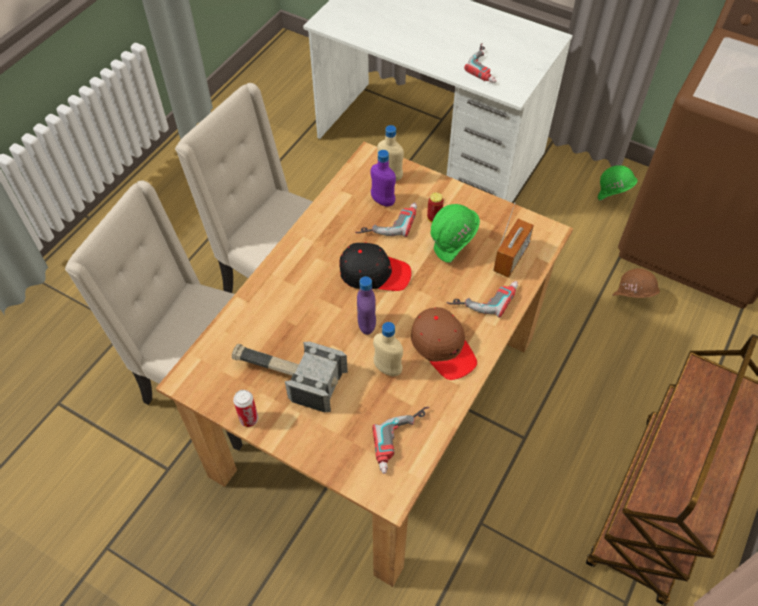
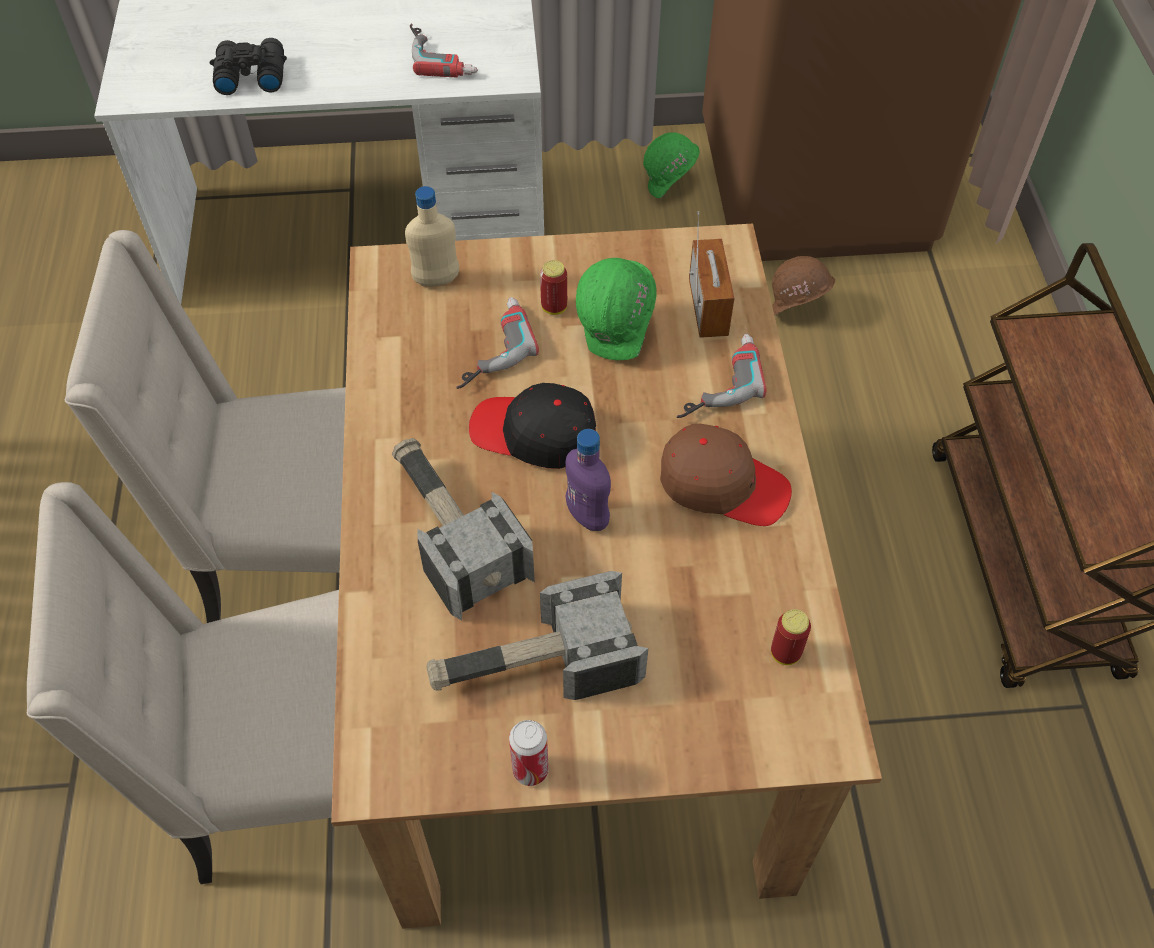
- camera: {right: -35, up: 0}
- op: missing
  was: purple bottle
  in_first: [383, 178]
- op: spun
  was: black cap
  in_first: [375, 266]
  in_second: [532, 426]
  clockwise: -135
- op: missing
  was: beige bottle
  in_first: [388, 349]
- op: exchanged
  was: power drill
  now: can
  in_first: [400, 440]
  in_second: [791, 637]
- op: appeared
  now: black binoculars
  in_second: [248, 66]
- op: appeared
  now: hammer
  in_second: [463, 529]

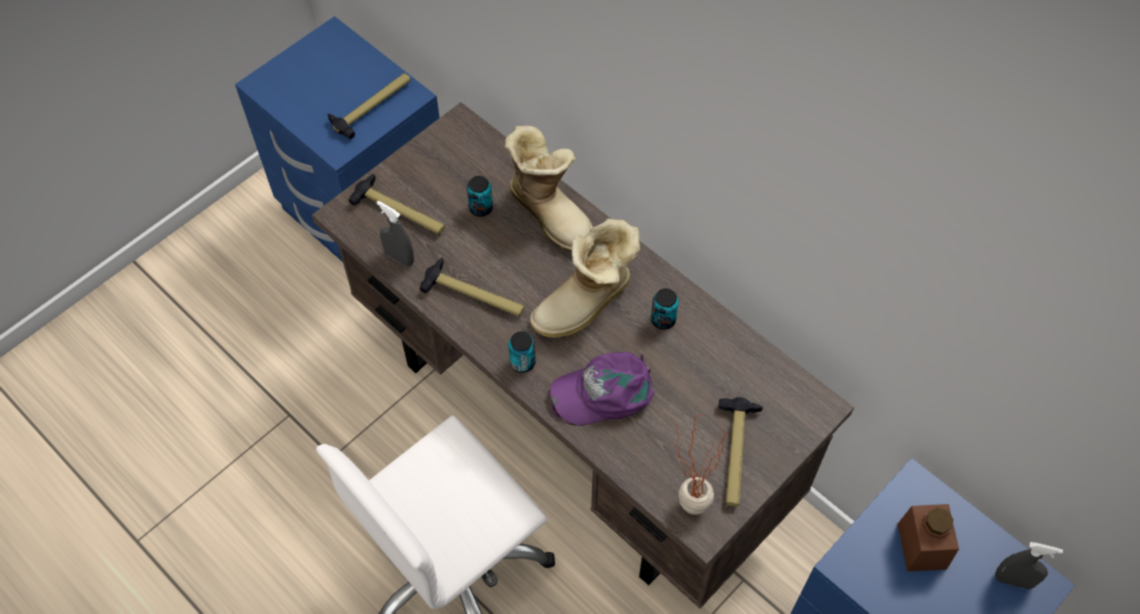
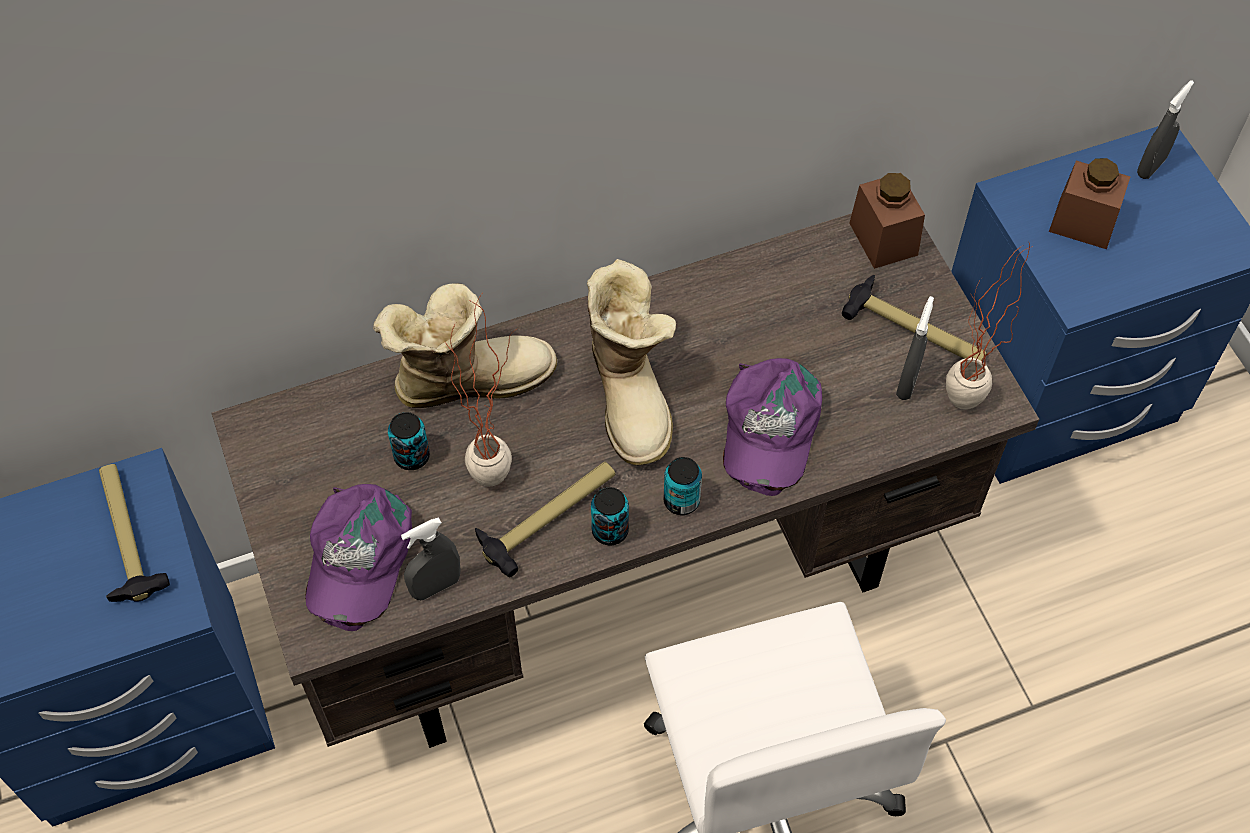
- camera: {right: -65, up: 0}
- op: exchanged
  was: hammer
  now: purple cap
  in_first: [397, 204]
  in_second: [358, 557]
- op: relocated
  was: can
  in_first: [665, 309]
  in_second: [610, 516]
- op: appeared
  now: brown jar
  in_second: [887, 221]
- op: appeared
  now: potted plant
  in_second: [481, 390]
- op: appeared
  now: grey spray bottle
  in_second: [915, 348]

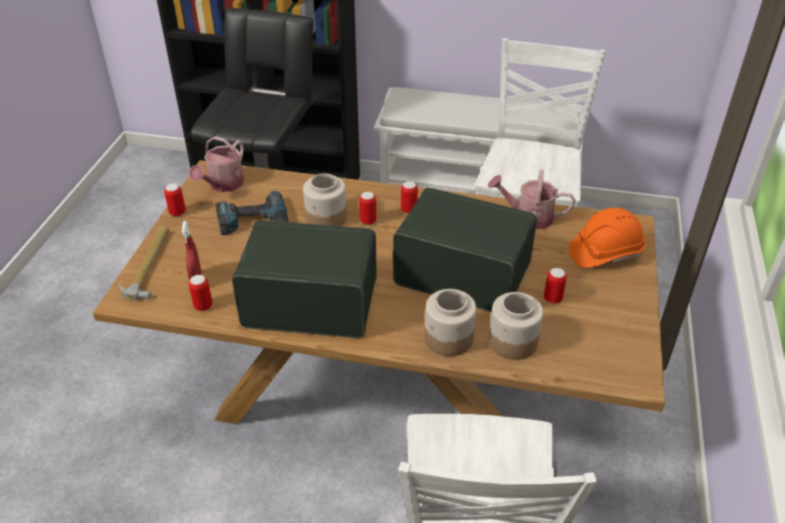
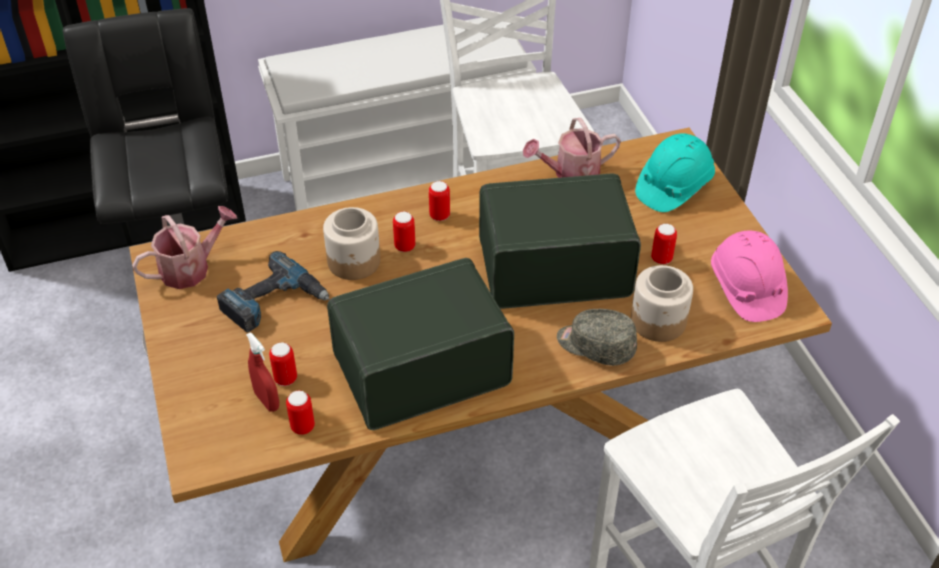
- camera: {right: -30, up: 5}
- op: spun
  was: watering can
  in_first: [216, 164]
  in_second: [184, 247]
  clockwise: -120
- op: relocated
  was: can
  in_first: [175, 200]
  in_second: [283, 364]
- op: colour
  was: orange hard hat
  now: turquoise hard hat
  in_first: [607, 238]
  in_second: [675, 172]
- op: missing
  was: hammer
  in_first: [143, 263]
- op: exchanged
  was: jar
  now: grey cap
  in_first: [450, 322]
  in_second: [597, 337]
- op: appeared
  now: pink hard hat
  in_second: [749, 276]

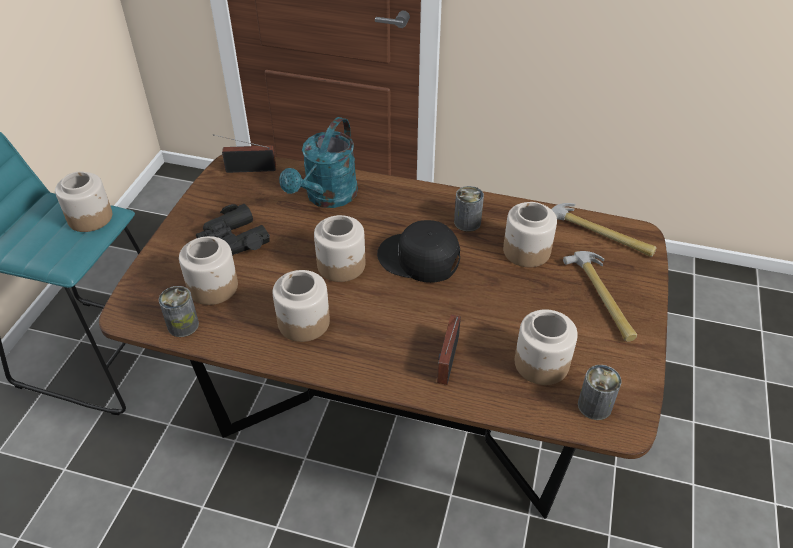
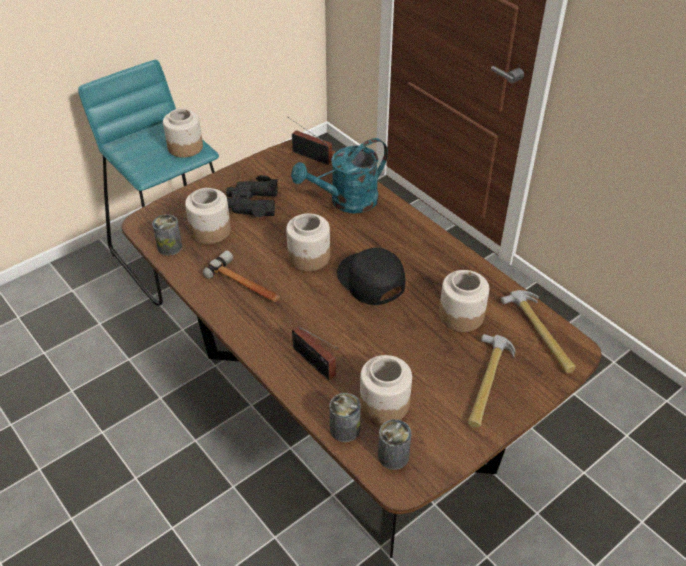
- camera: {right: 35, up: 0}
- op: relocated
  was: can
  in_first: [469, 209]
  in_second: [345, 417]
- op: exchanged
  was: jar
  now: hammer
  in_first: [301, 306]
  in_second: [241, 276]
- op: spun
  was: radio
  in_first: [449, 350]
  in_second: [315, 353]
  clockwise: -90

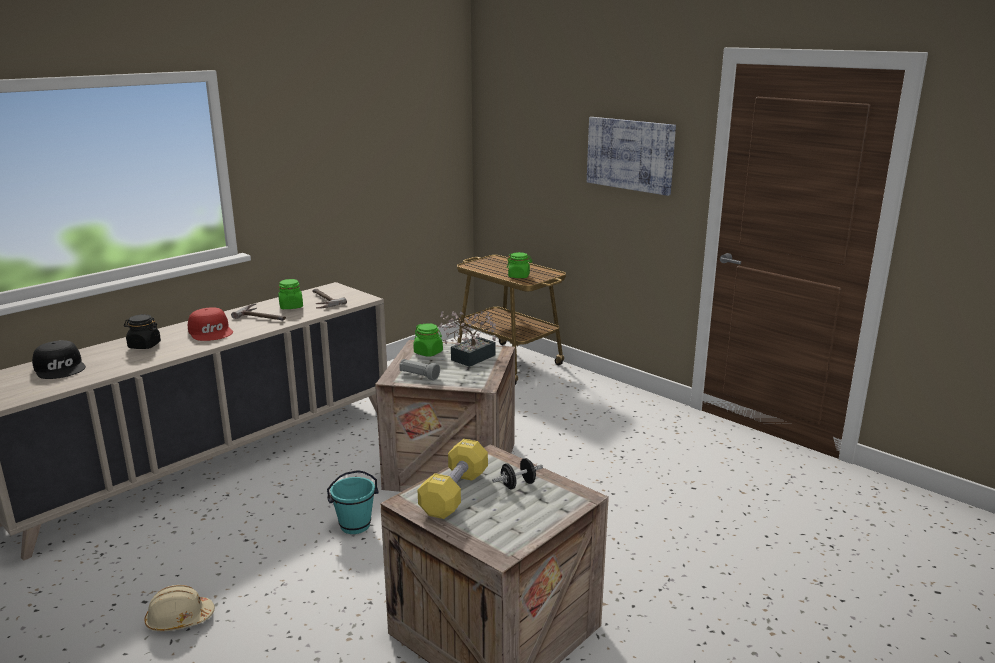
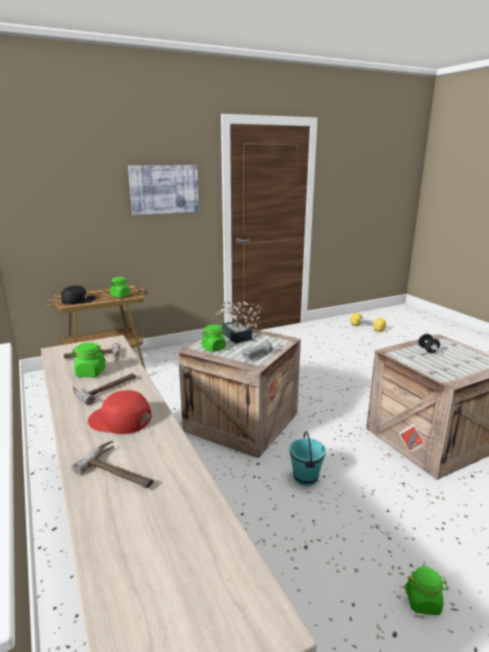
- camera: {right: -70, up: 0}
- op: spun
  was: red cap
  in_first: [210, 324]
  in_second: [120, 412]
  clockwise: -150
- op: exchanged
  was: black jar
  now: hammer
  in_first: [142, 331]
  in_second: [112, 464]
- op: relocated
  was: black cap
  in_first: [59, 359]
  in_second: [78, 295]
- op: relocated
  was: yellow dumbbell
  in_first: [453, 479]
  in_second: [368, 322]
- op: exchanged
  was: beige hard hat
  now: green jar
  in_first: [180, 608]
  in_second: [427, 590]

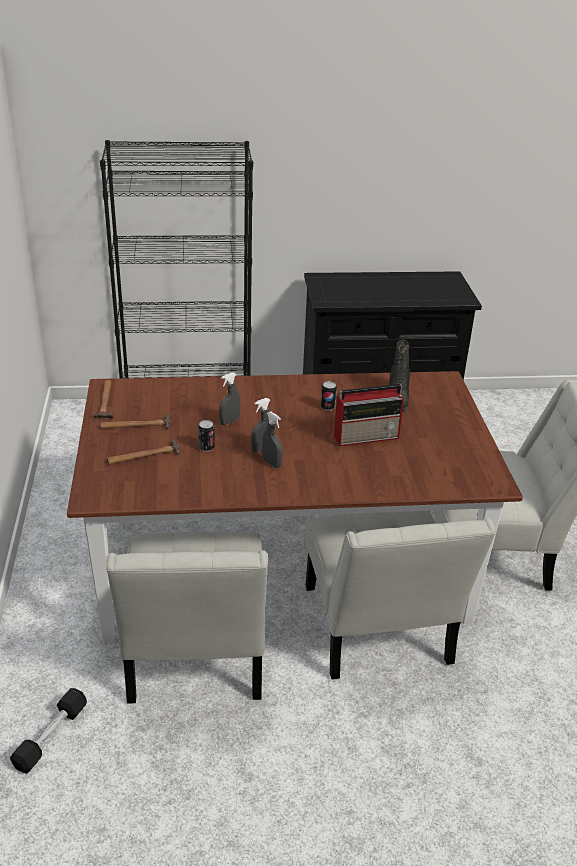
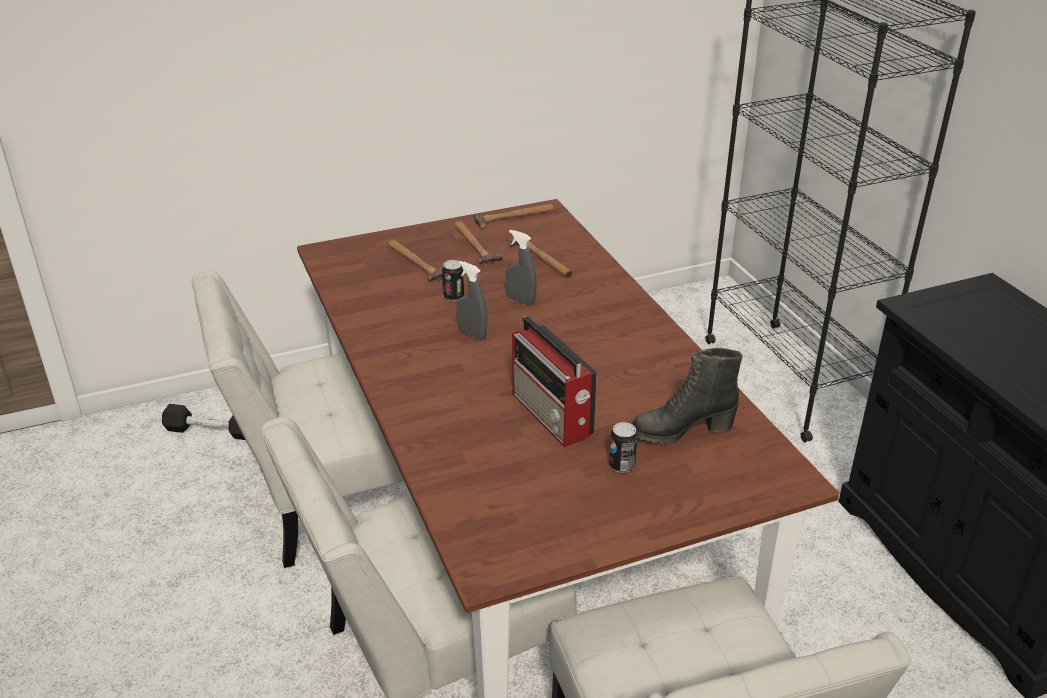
- camera: {right: 75, up: 0}
- op: relocated
  was: can
  in_first: [329, 396]
  in_second: [623, 447]
- op: missing
  was: grey spray bottle
  in_first: [272, 440]
- op: appeared
  now: hammer
  in_second: [540, 256]

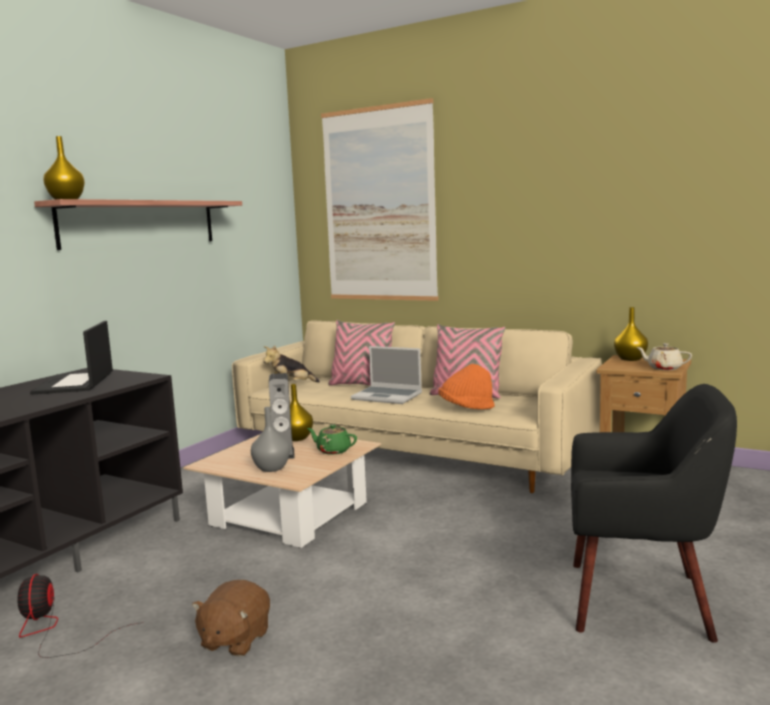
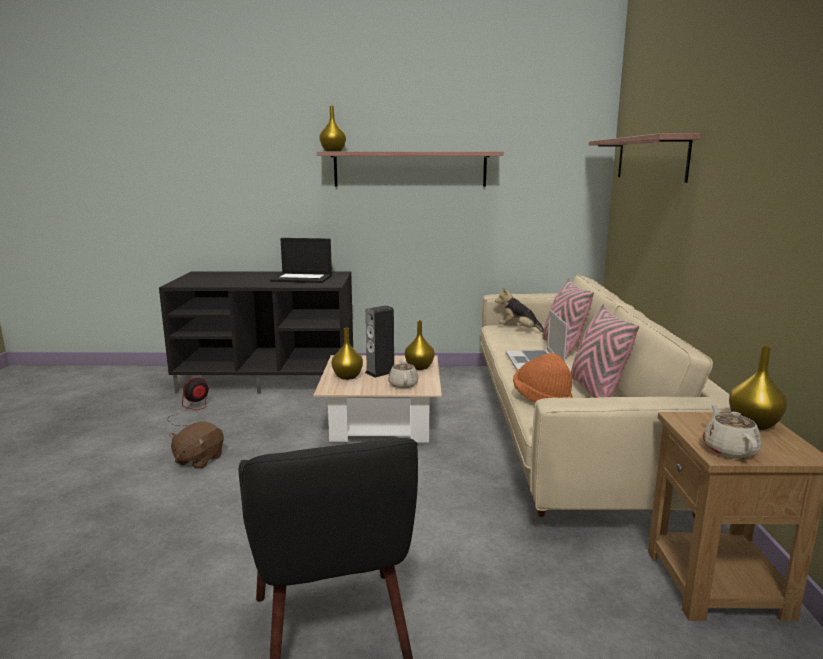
- camera: {right: 60, up: 5}
- op: exchanged
  was: picture
  now: shelf
  in_first: [380, 199]
  in_second: [645, 158]
- op: spun
  was: laptop
  in_first: [71, 358]
  in_second: [301, 260]
  clockwise: -135
- op: colour
  was: grey vase
  now: yellow vase
  in_first: [270, 439]
  in_second: [347, 354]
- op: colour
  was: green teapot
  now: beige teapot
  in_first: [332, 439]
  in_second: [403, 373]
- op: spun
  was: brown plush toy
  in_first: [231, 618]
  in_second: [196, 445]
  clockwise: -60

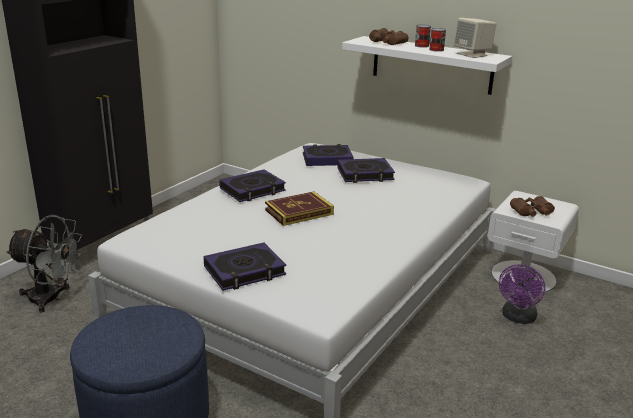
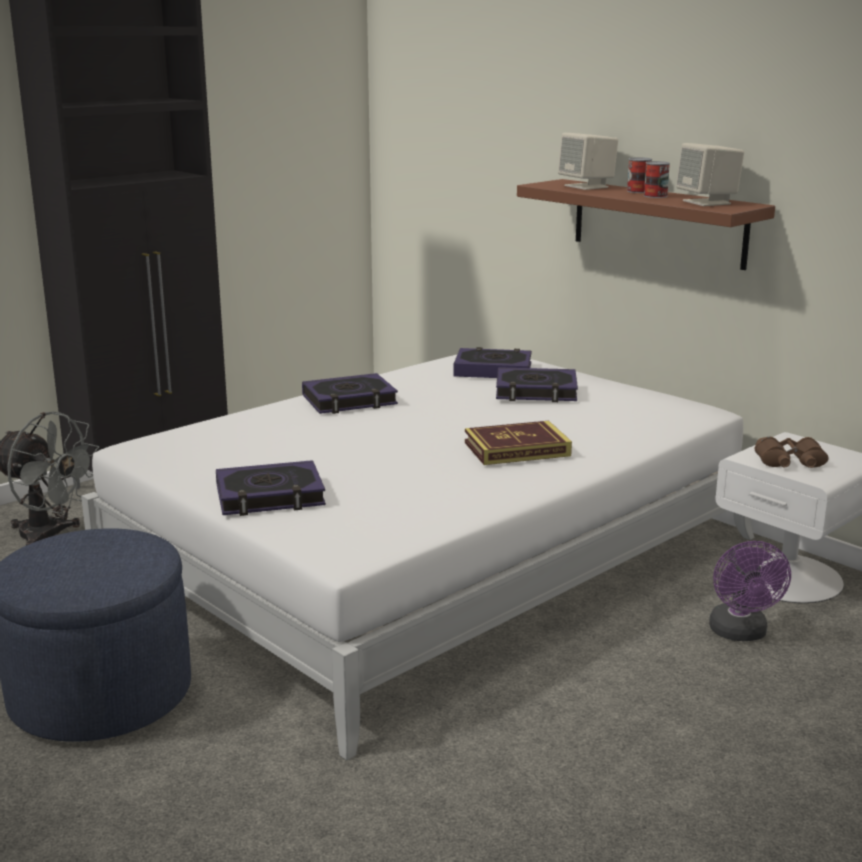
- camera: {right: 15, up: -5}
- op: exchanged
  was: brown binoculars
  now: beige speaker
  in_first: [388, 36]
  in_second: [588, 161]
- op: colour
  was: white shelf
  now: brown shelf
  in_first: [427, 65]
  in_second: [646, 224]
- op: relocated
  was: book
  in_first: [299, 209]
  in_second: [518, 443]
- op: spun
  was: purple fan
  in_first: [522, 294]
  in_second: [750, 591]
  clockwise: -45

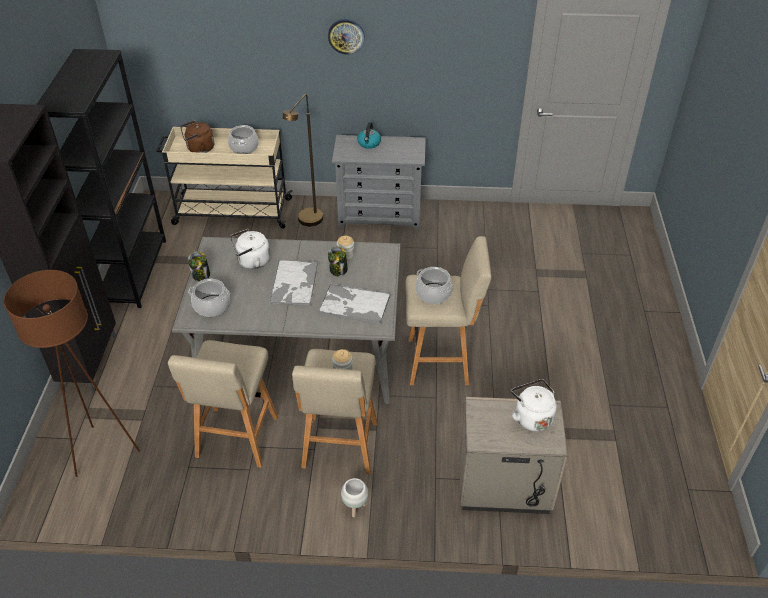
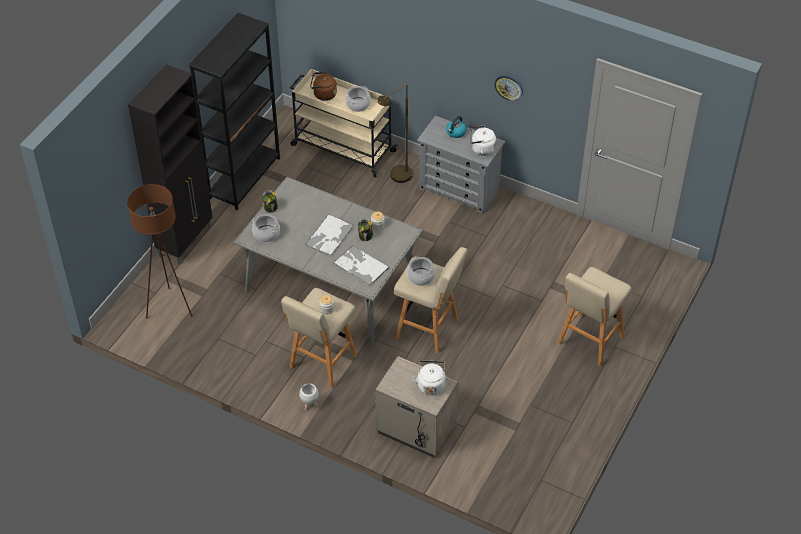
- camera: {right: 25, up: 5}
- op: relocated
  was: wall clock
  in_first: [346, 37]
  in_second: [508, 88]
- op: relocated
  was: white kettle
  in_first: [250, 249]
  in_second: [483, 141]
- op: relocated
  was: beige stool
  in_first: [223, 404]
  in_second: [594, 317]

